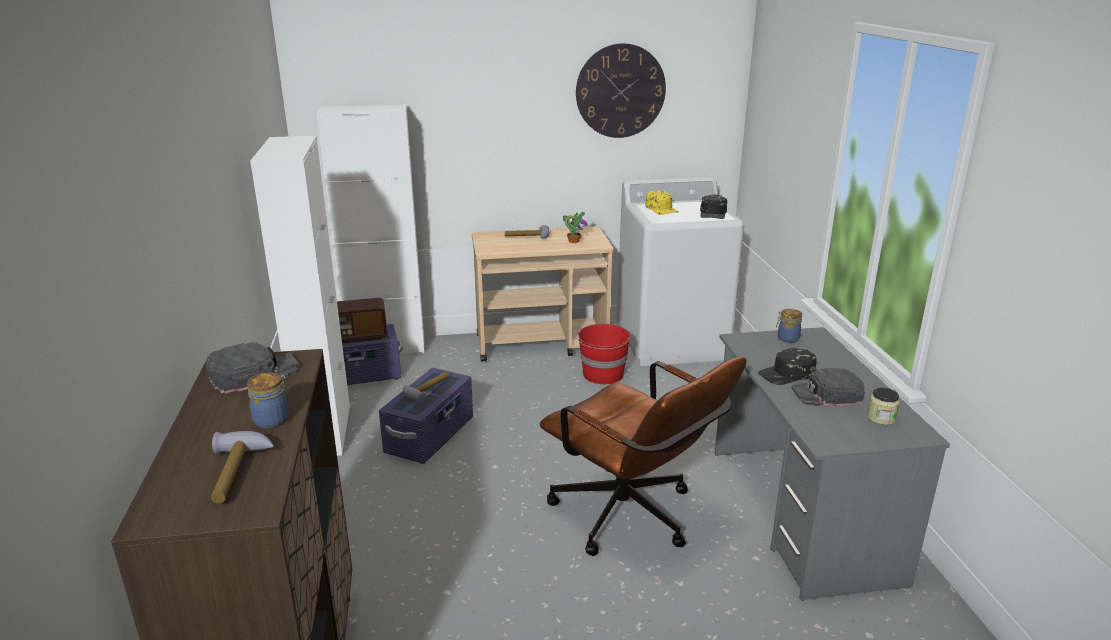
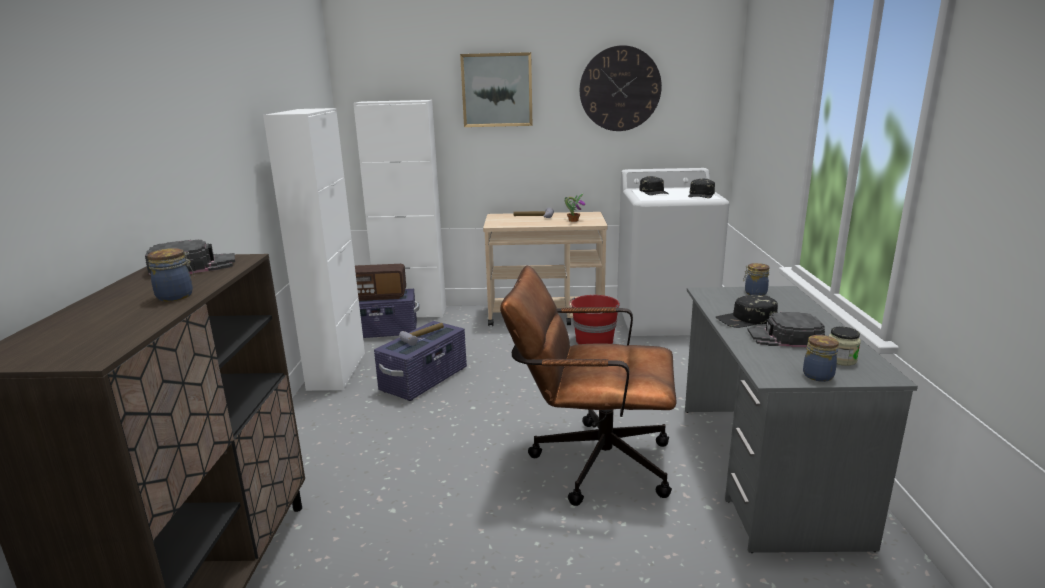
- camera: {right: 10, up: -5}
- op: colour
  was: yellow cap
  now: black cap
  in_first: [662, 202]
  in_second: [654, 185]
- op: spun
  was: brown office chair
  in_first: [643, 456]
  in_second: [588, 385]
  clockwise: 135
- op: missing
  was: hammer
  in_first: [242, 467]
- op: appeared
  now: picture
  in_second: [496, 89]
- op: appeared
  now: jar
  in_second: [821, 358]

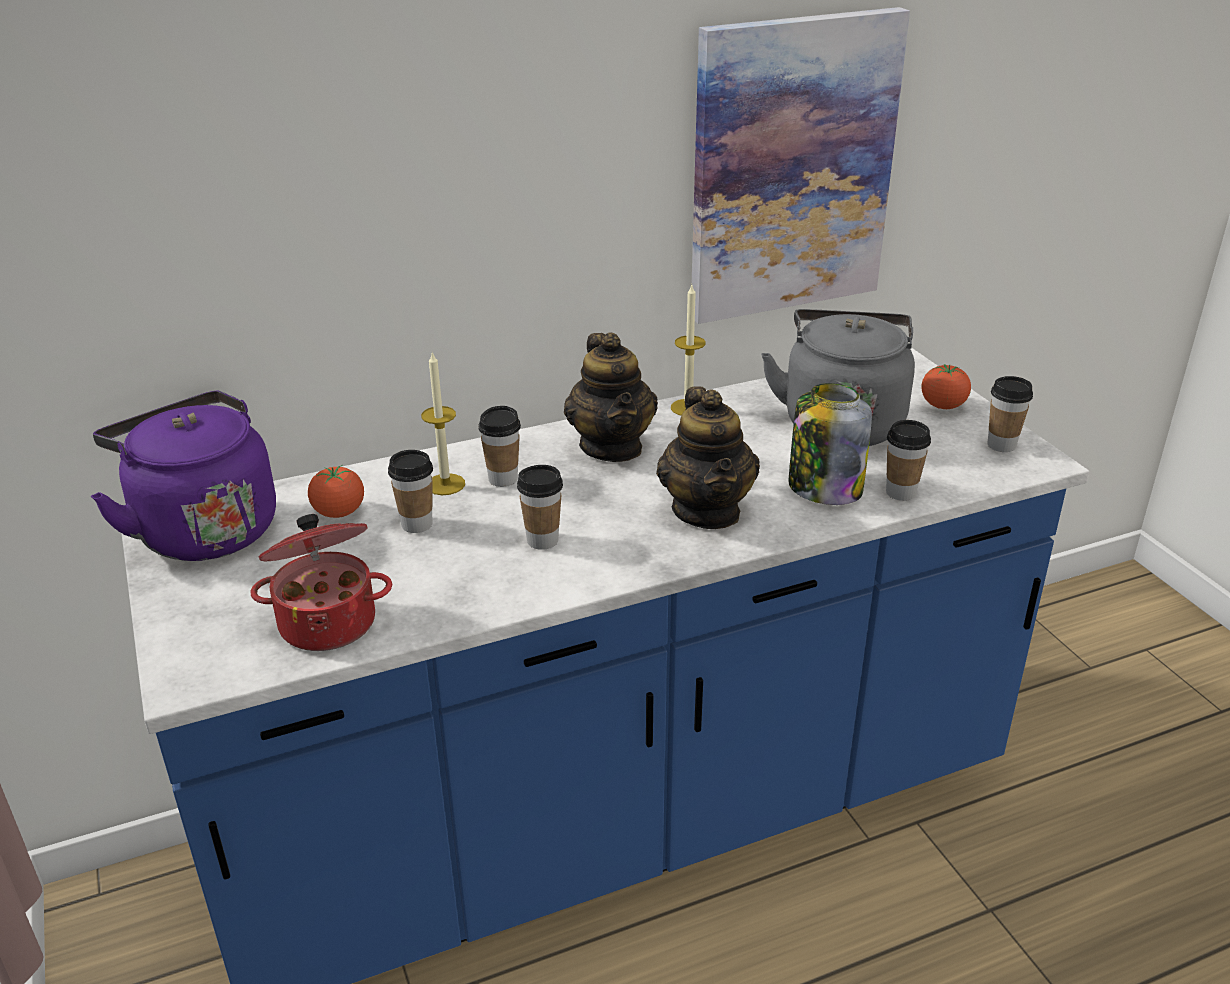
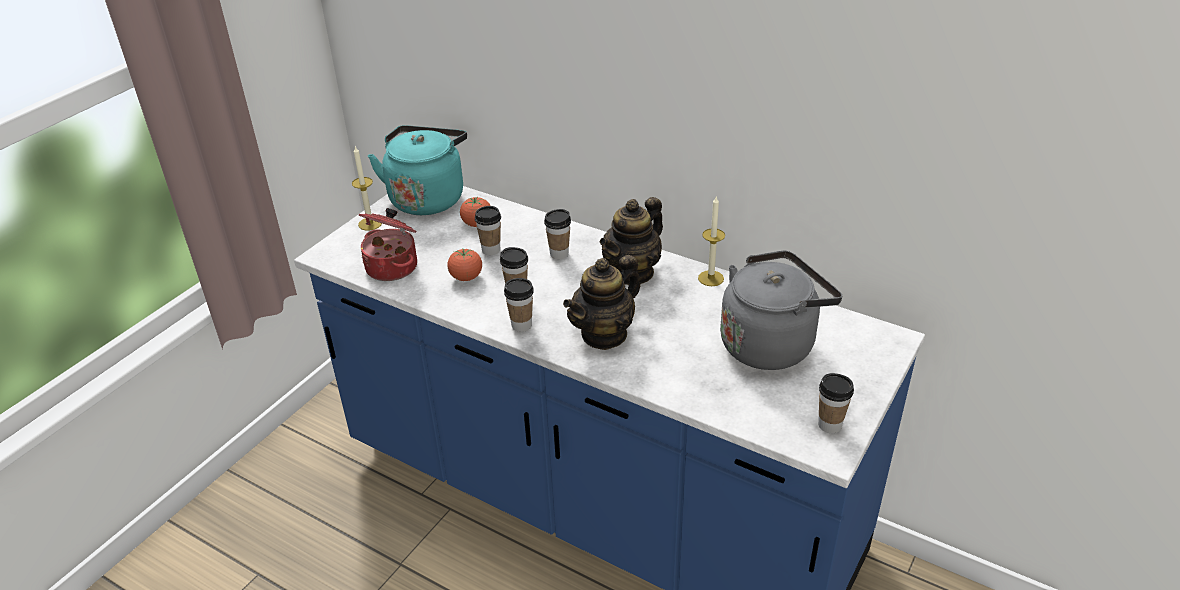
- camera: {right: 55, up: 5}
- op: missing
  was: picture
  in_first: [801, 165]
- op: relocated
  was: candle
  in_first: [443, 423]
  in_second: [367, 188]
- op: relocated
  was: tomato
  in_first: [946, 386]
  in_second: [465, 264]
- op: missing
  was: jar
  in_first: [830, 444]
- op: colour
  was: purple kettle
  now: turquoise kettle
  in_first: [183, 476]
  in_second: [417, 170]
- op: relocated
  was: cup
  in_first: [908, 460]
  in_second: [519, 305]

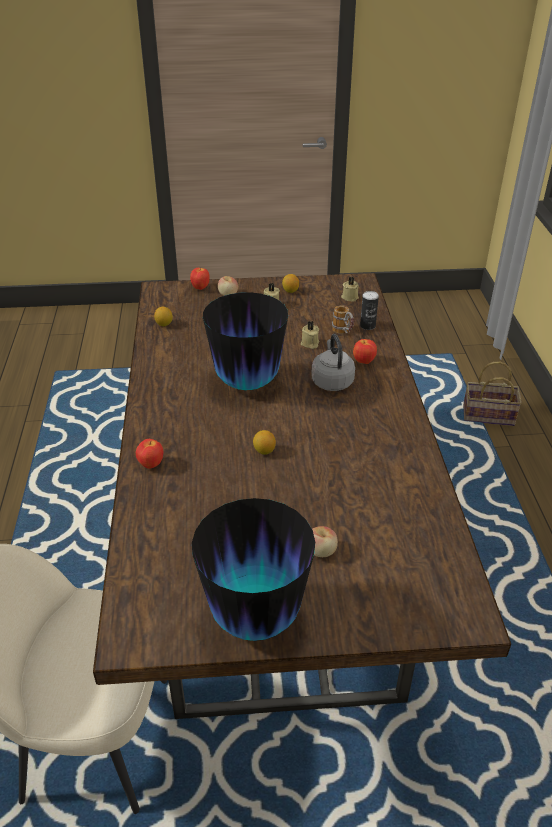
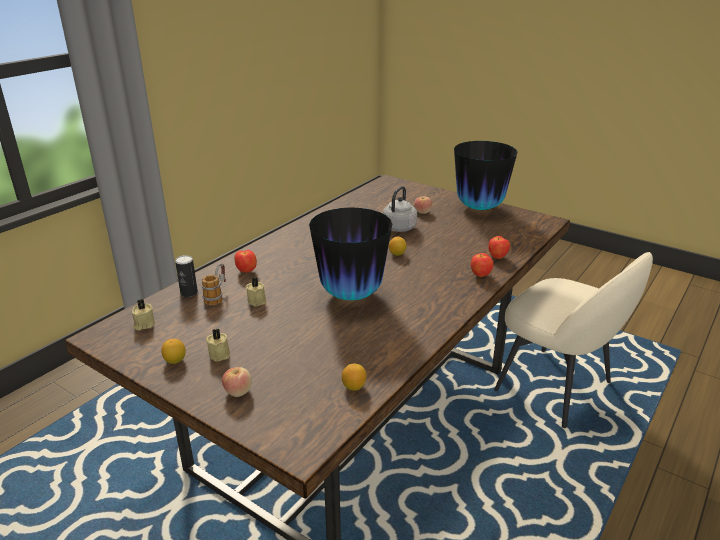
- camera: {right: -140, up: -10}
- op: relocated
  was: apple
  in_first: [200, 278]
  in_second: [499, 247]
- op: relocated
  was: grey kettle
  in_first: [333, 362]
  in_second: [400, 209]
- op: missing
  was: basket
  in_first: [492, 394]

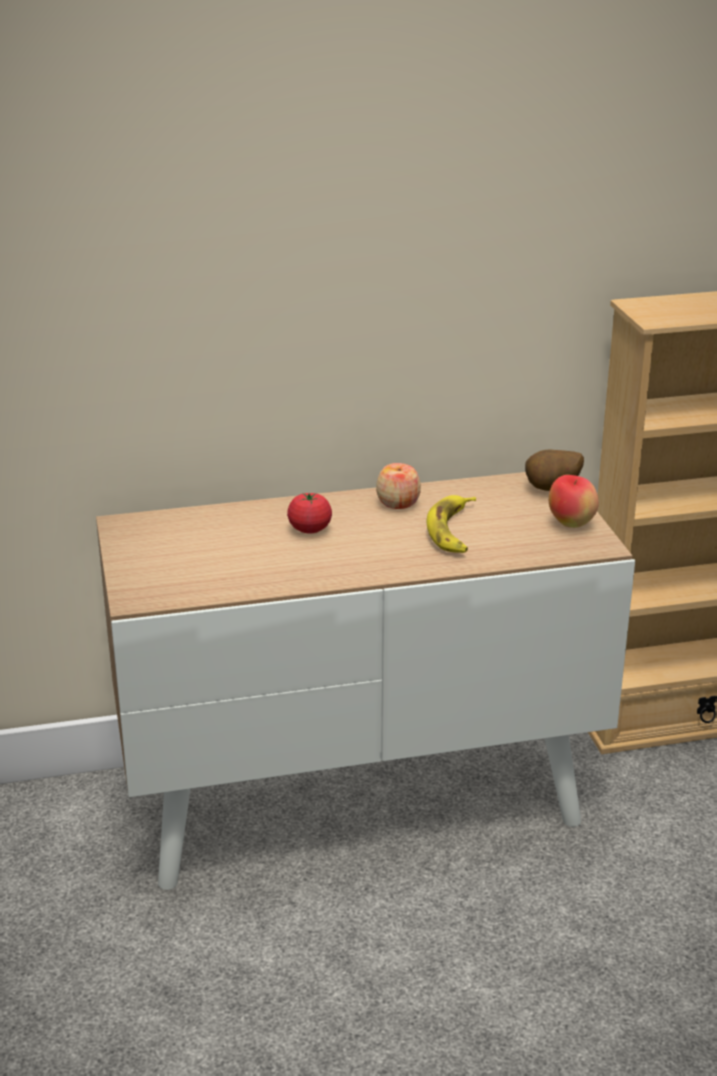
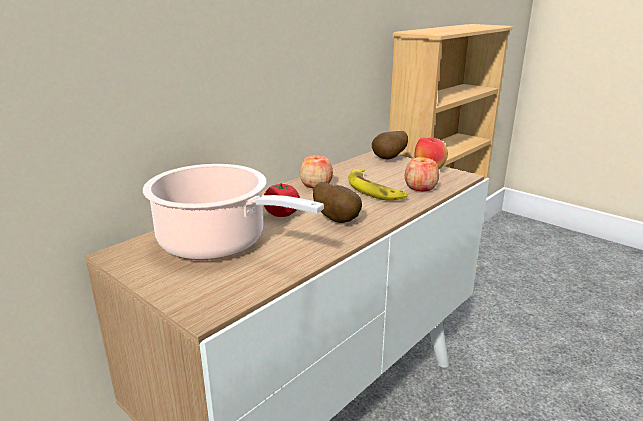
- camera: {right: -35, up: -5}
- op: appeared
  now: apple
  in_second: [422, 174]
- op: appeared
  now: cooking pot
  in_second: [233, 212]
- op: appeared
  now: potato
  in_second: [337, 202]

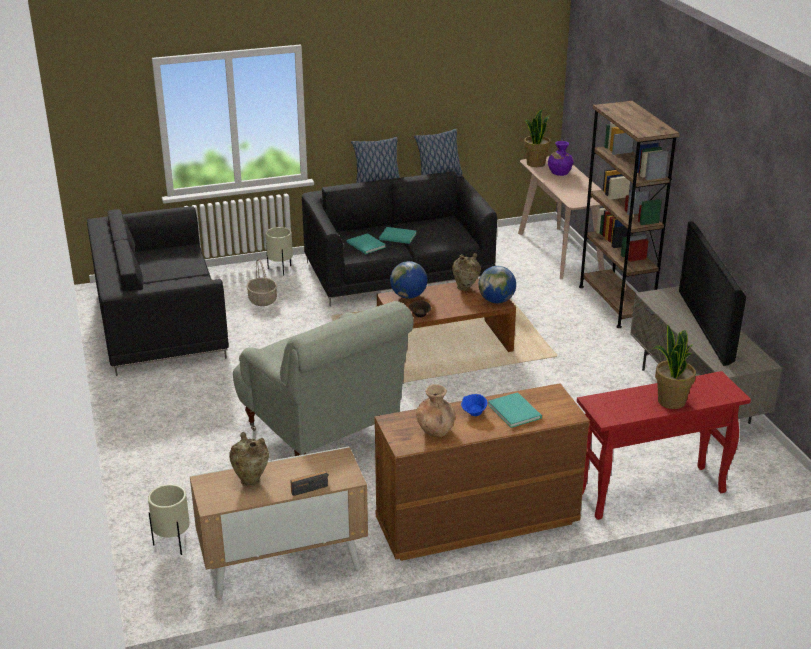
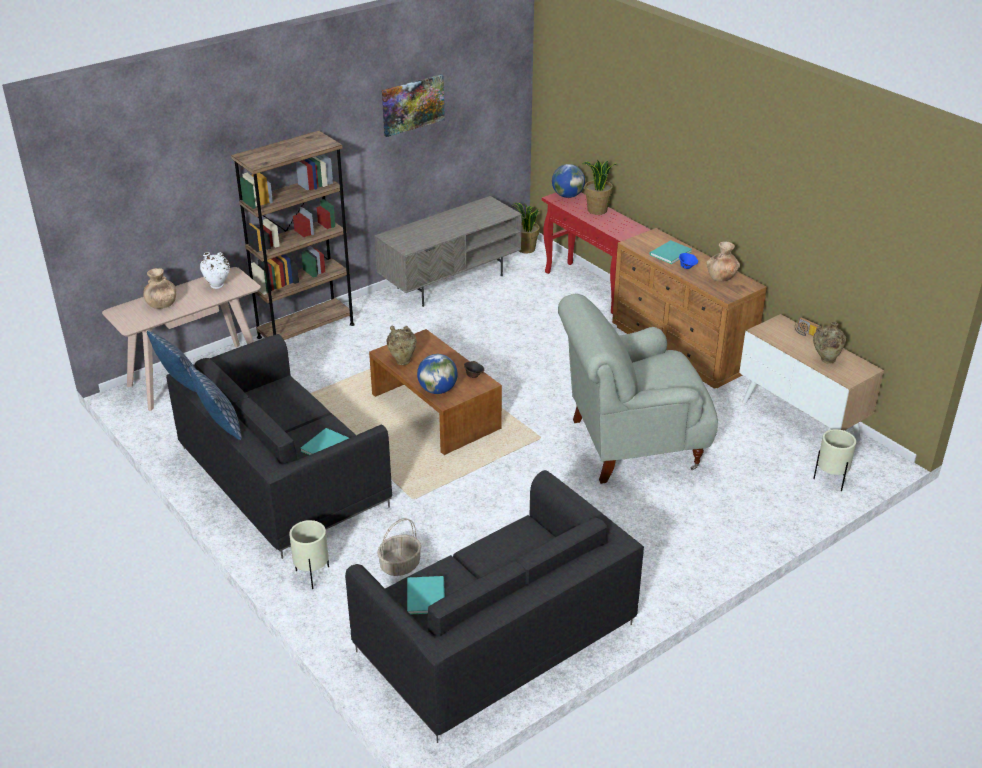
- camera: {right: -110, up: 5}
- op: relocated
  was: potted plant
  in_first: [537, 138]
  in_second: [526, 228]
- op: colour
  was: purple vase
  now: brown vase
  in_first: [561, 158]
  in_second: [159, 288]
- op: missing
  was: television
  in_first: [712, 293]
- op: relocated
  was: turquoise book
  in_first: [398, 235]
  in_second: [426, 595]
- op: relocated
  was: globe
  in_first: [497, 284]
  in_second: [568, 181]
- op: spun
  was: grey armchair
  in_first: [323, 378]
  in_second: [638, 389]
  clockwise: -135
- op: appeared
  now: picture
  in_second: [413, 105]
- op: appeared
  now: white vase
  in_second: [215, 270]

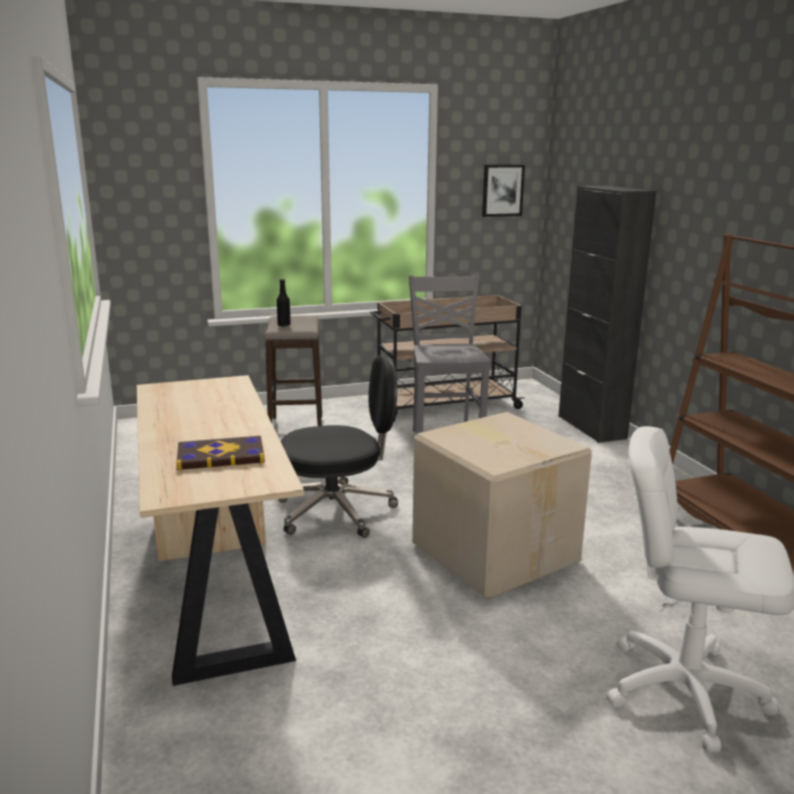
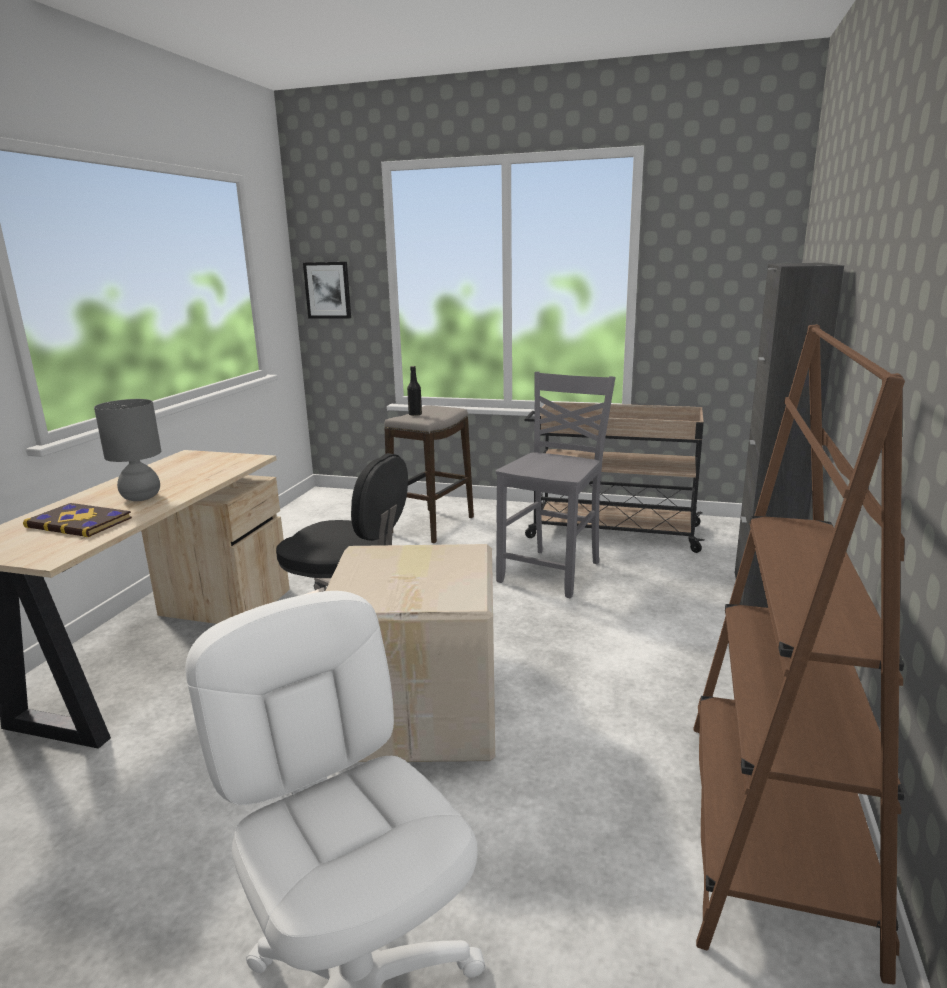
- camera: {right: 35, up: 0}
- op: relocated
  was: picture
  in_first: [503, 191]
  in_second: [327, 290]
- op: appeared
  now: grey table lamp
  in_second: [127, 450]

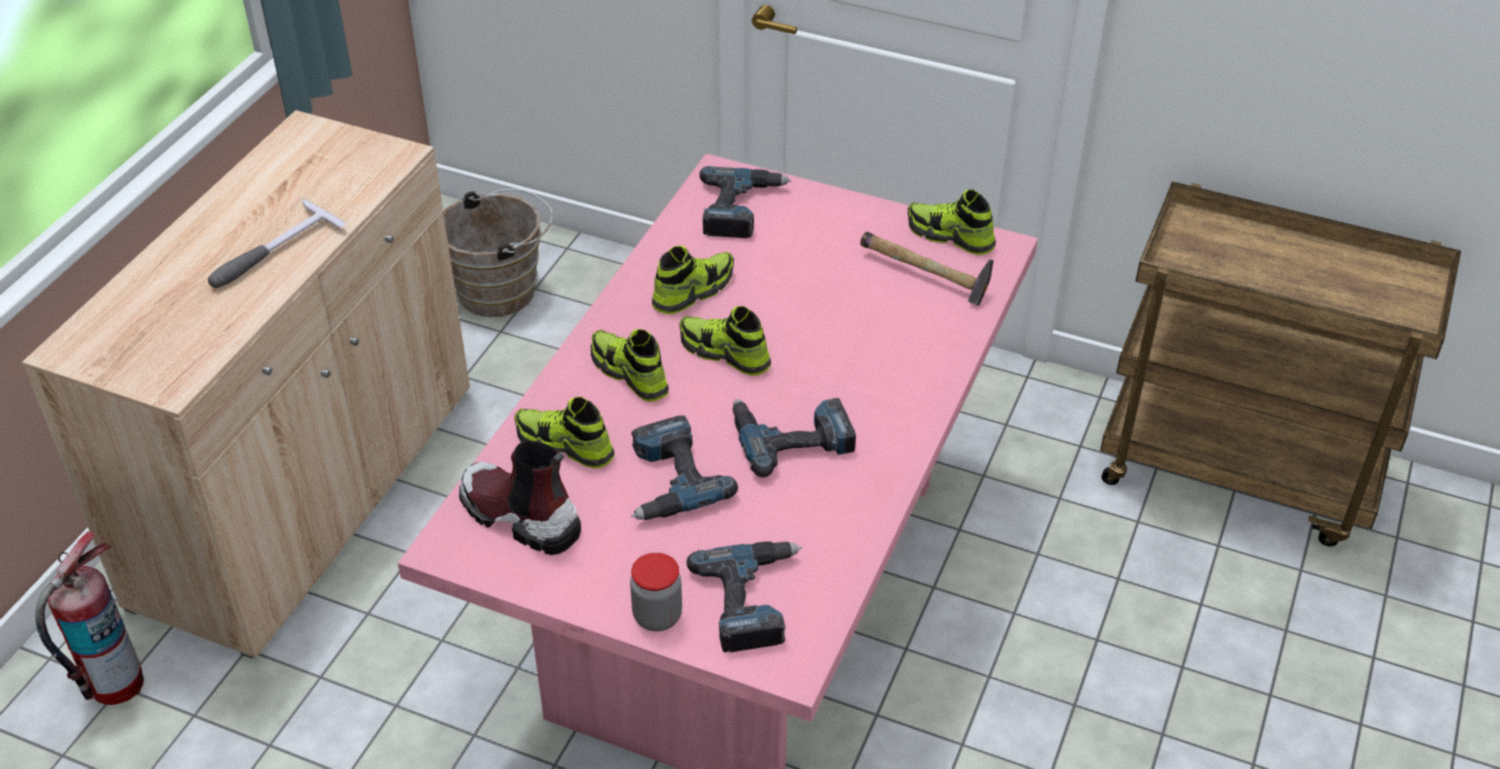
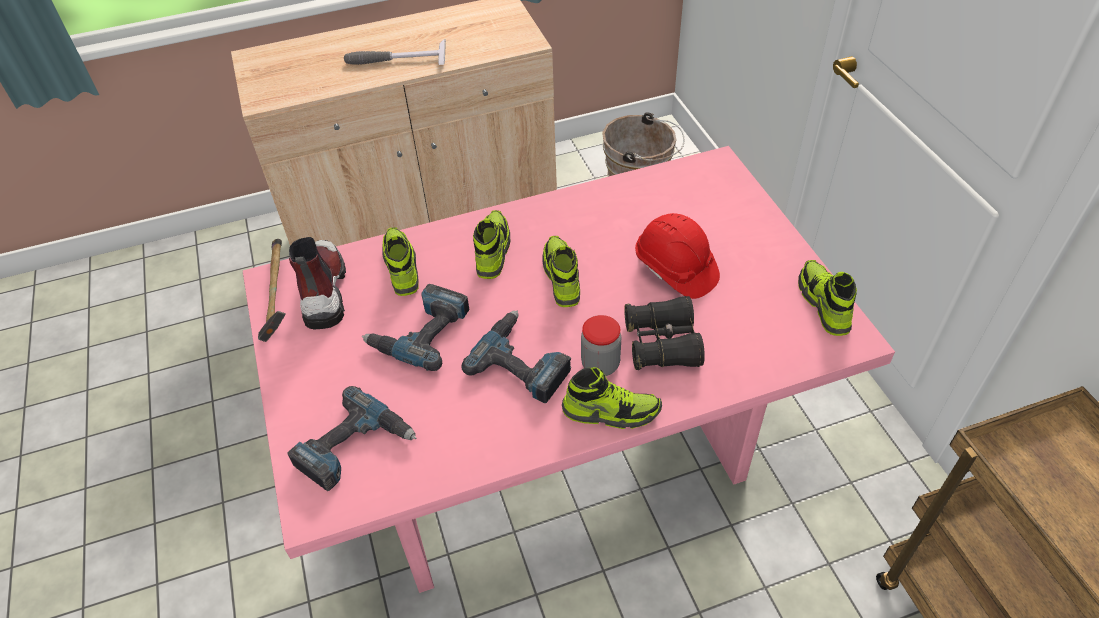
- camera: {right: 50, up: 5}
- op: missing
  was: power drill
  in_first: [745, 202]
- op: relocated
  was: hammer
  in_first: [927, 269]
  in_second: [272, 290]
- op: relocated
  was: shoe
  in_first: [693, 279]
  in_second: [612, 398]
- op: missing
  was: fire extinguisher
  in_first: [89, 618]
- op: relocated
  was: jar
  in_first: [656, 592]
  in_second: [601, 345]
- op: appeared
  now: red hard hat
  in_second: [677, 256]
- op: appeared
  now: black binoculars
  in_second: [664, 333]

